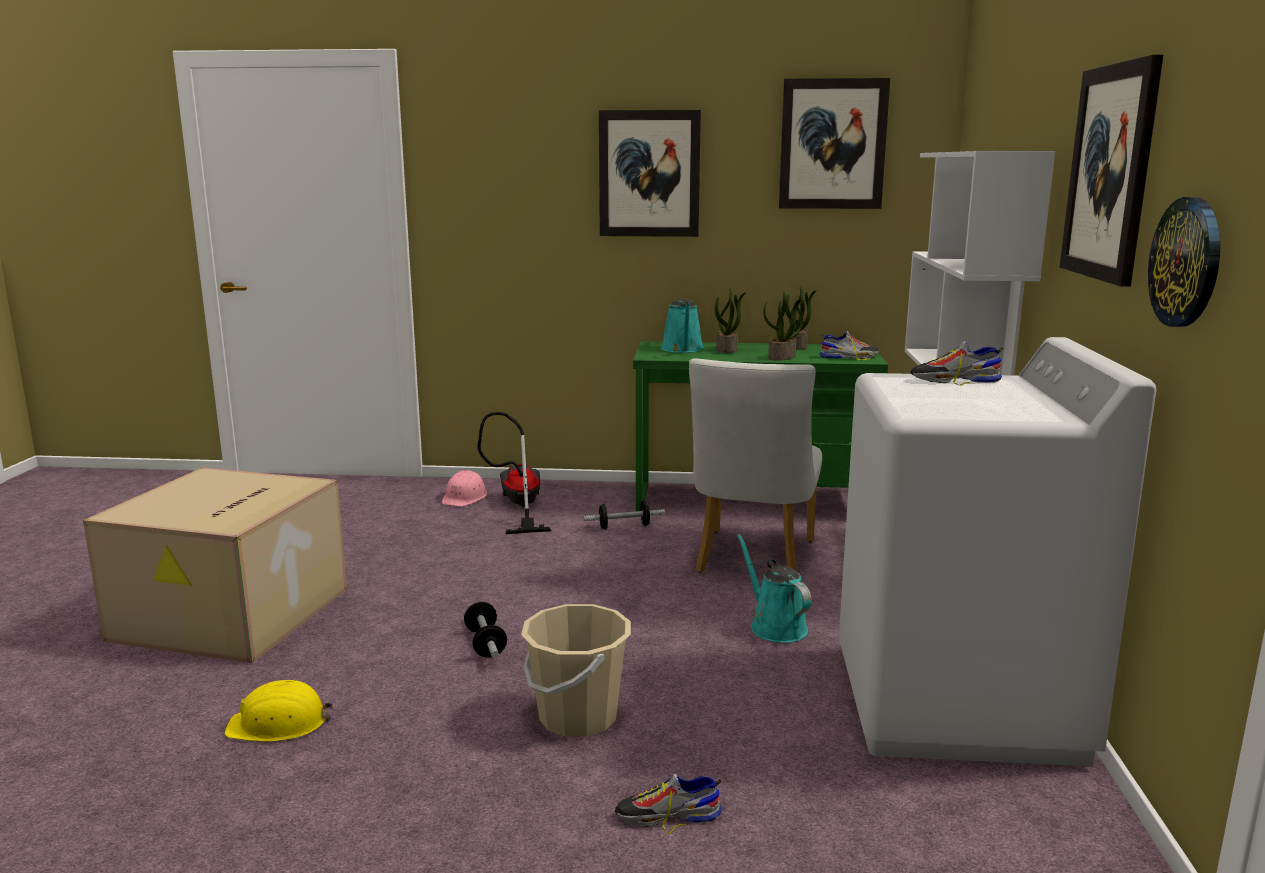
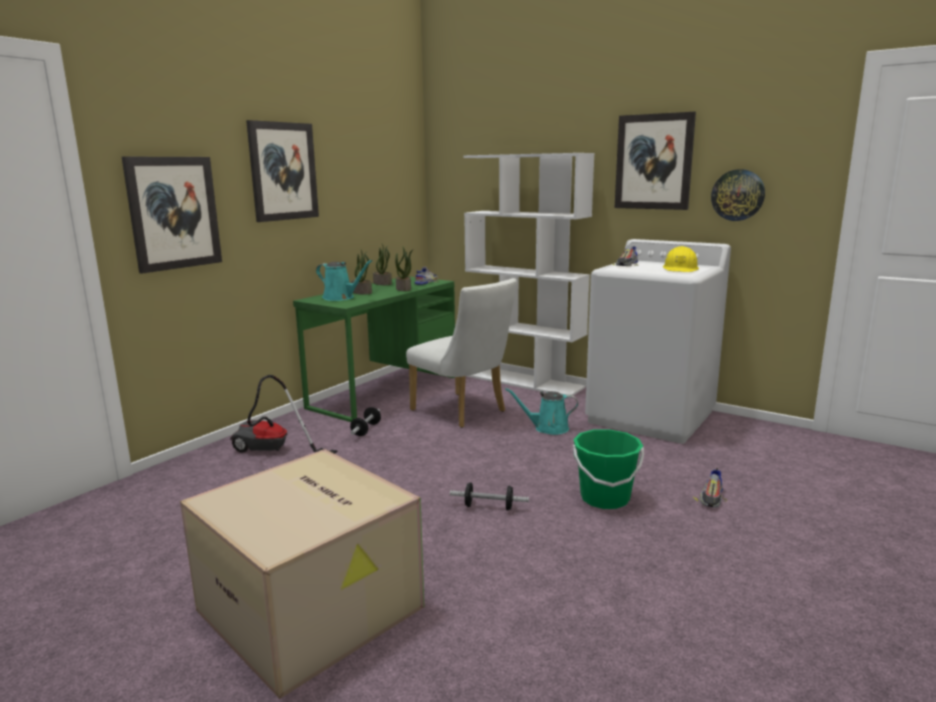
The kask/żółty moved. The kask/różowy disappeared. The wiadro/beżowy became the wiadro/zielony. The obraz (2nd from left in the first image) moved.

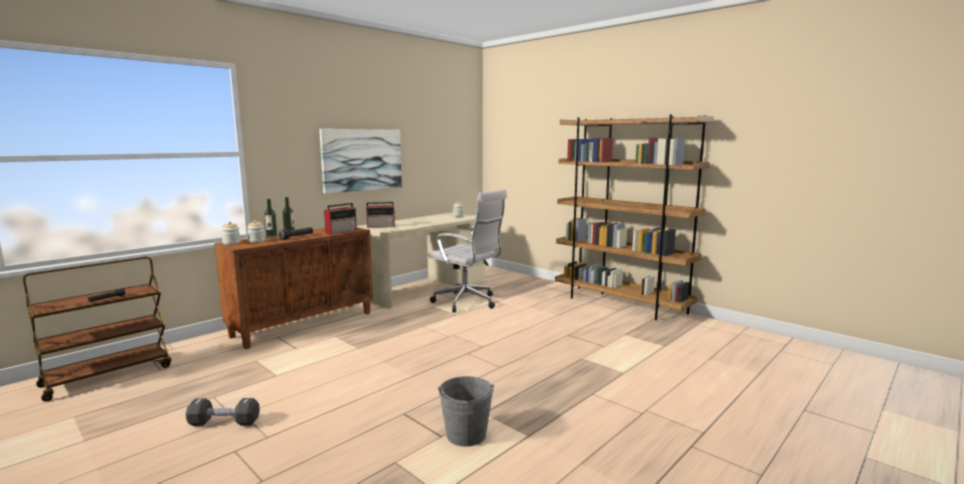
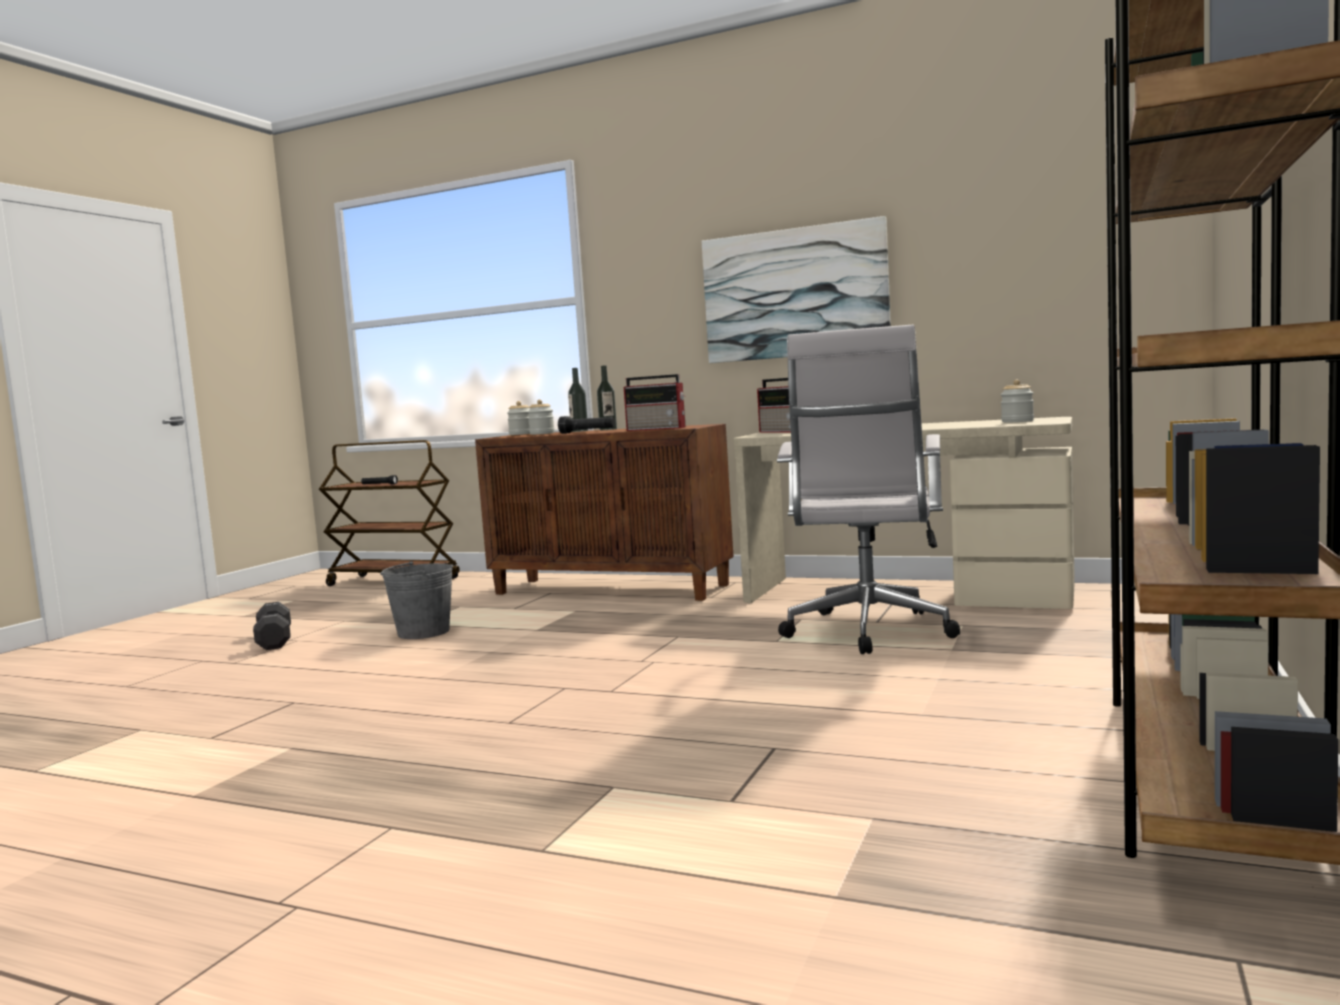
The wiadro/szary moved.

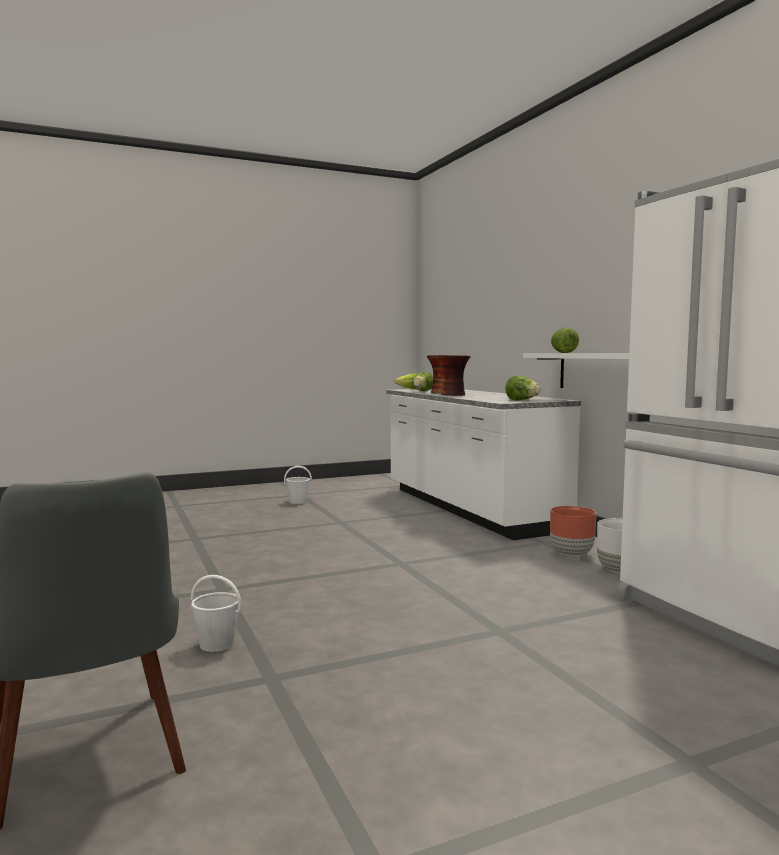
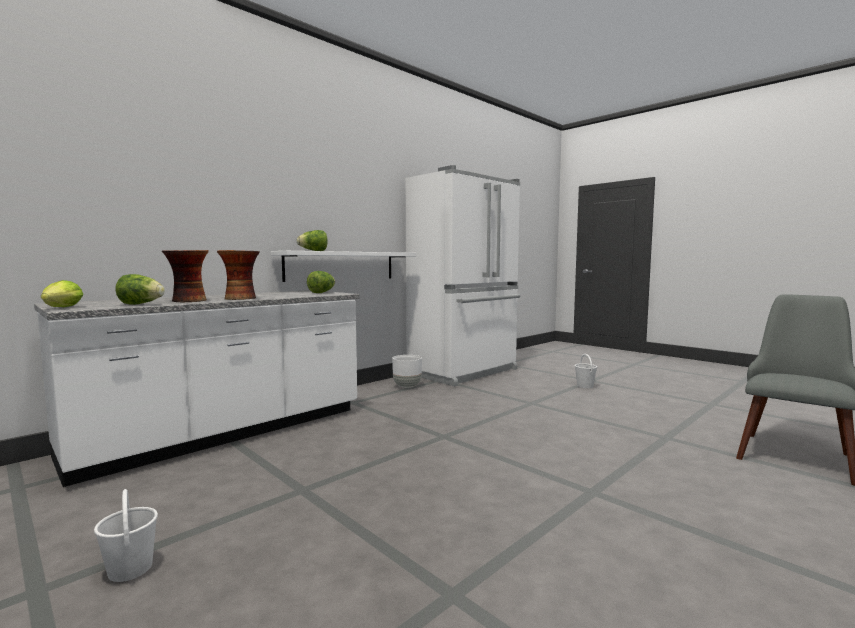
The wiadro/biały (1st from left in the first image) moved. The donica/brązowy disappeared.

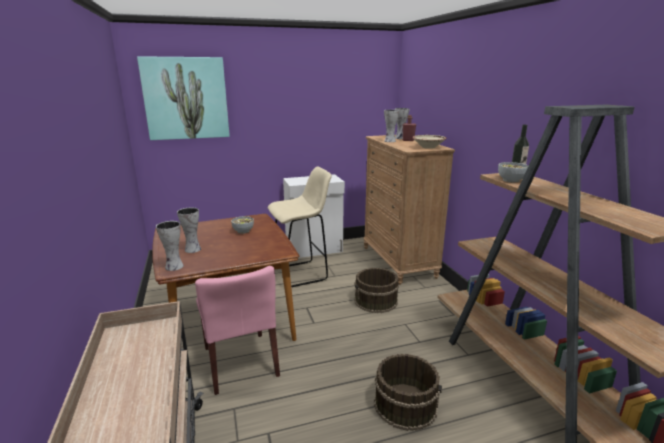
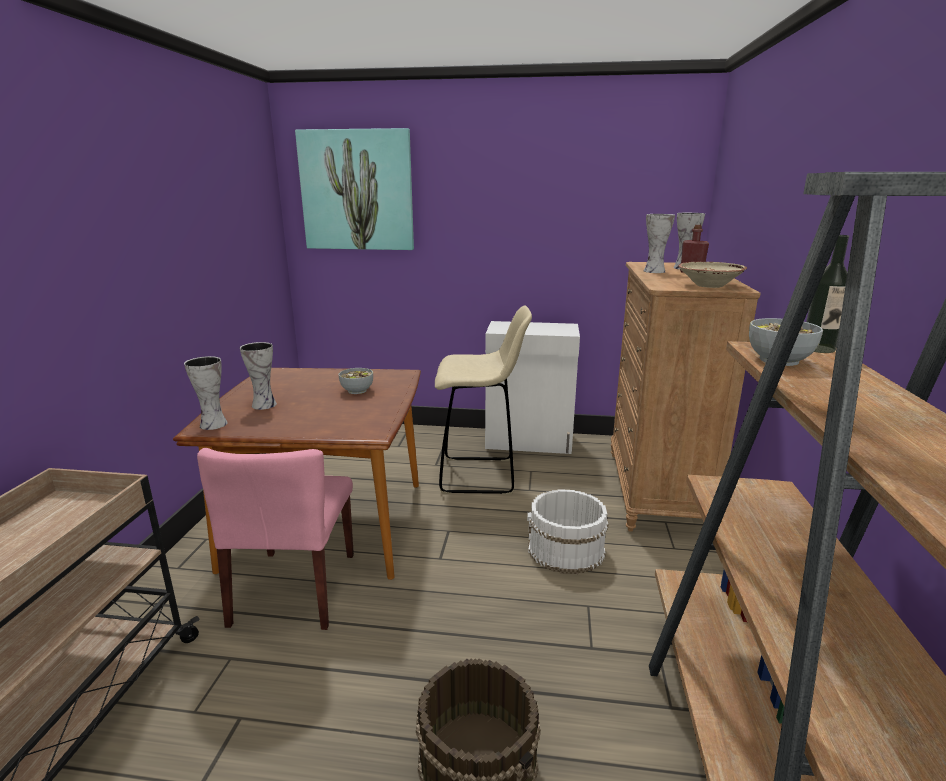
The wiadro/brązowy (1st from left) became the wiadro/biały.

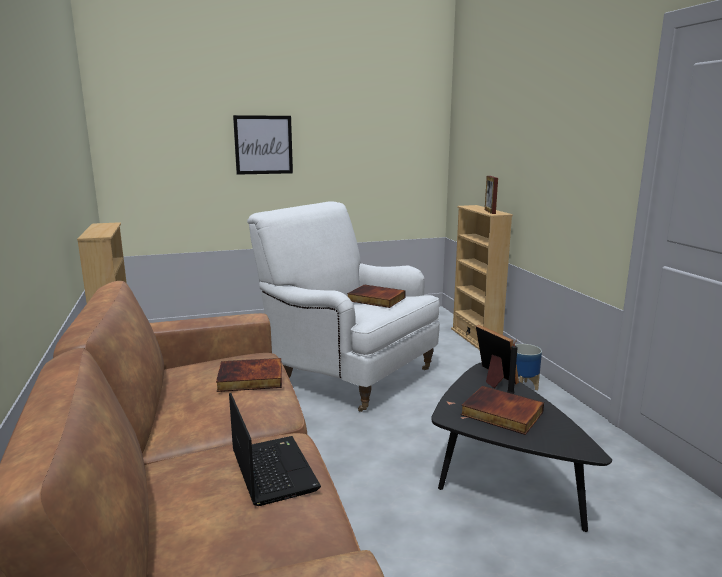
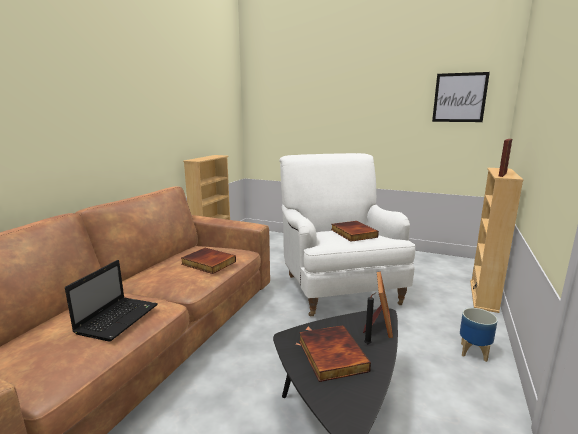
The obraz moved.

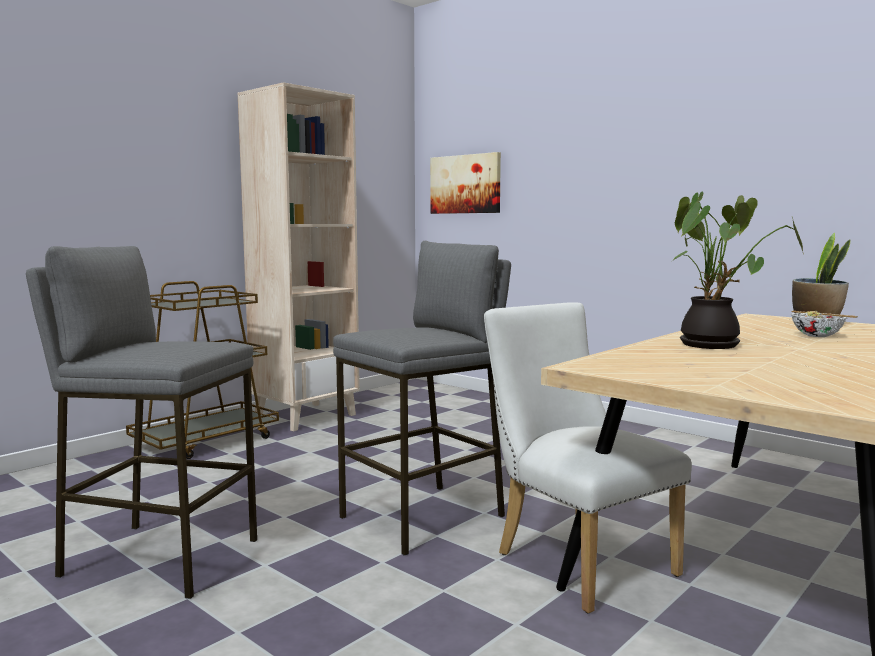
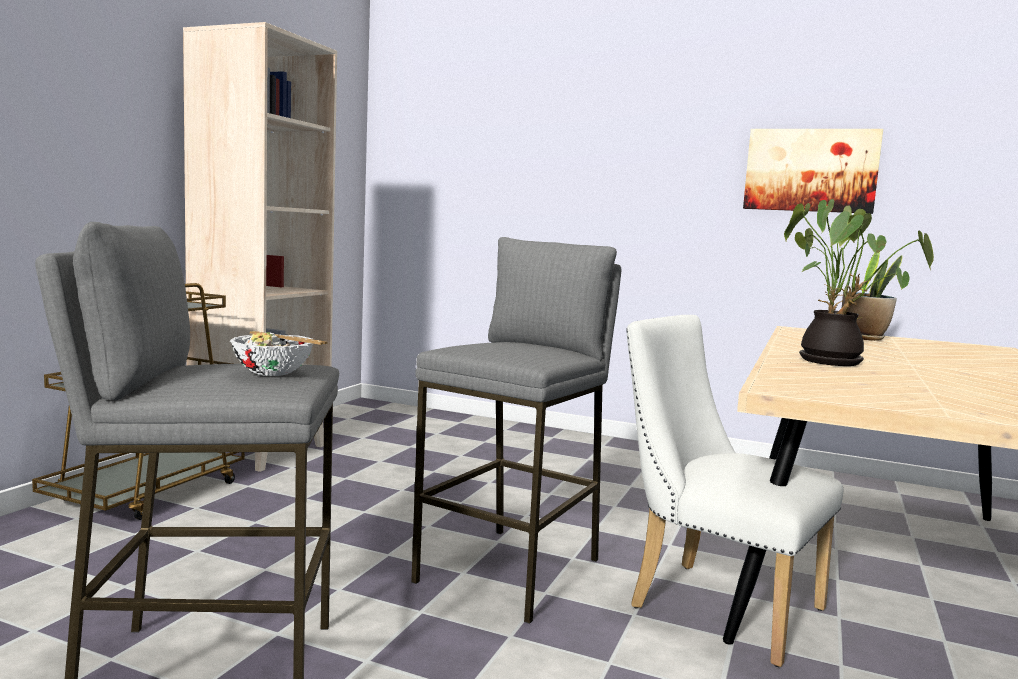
The obraz moved. The miska moved.

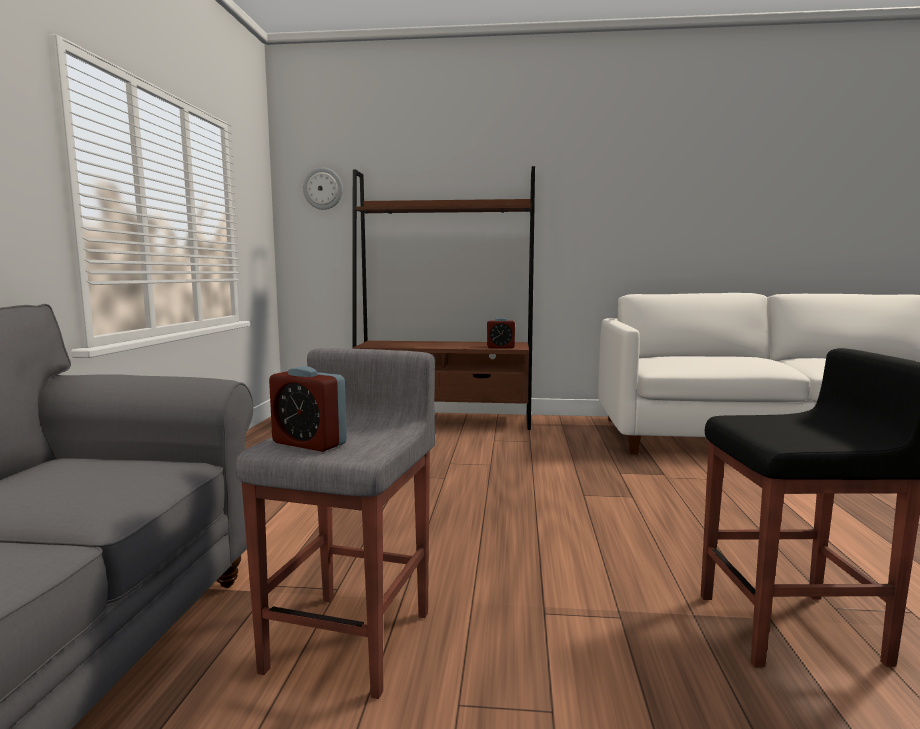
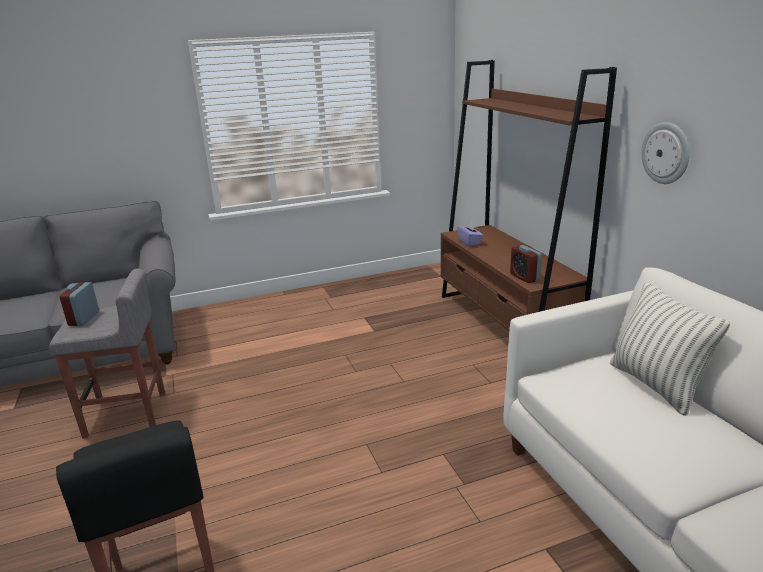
The zegar ścienny moved. The pudełko chusteczek/fioletowy appeared. The poduszka appeared.

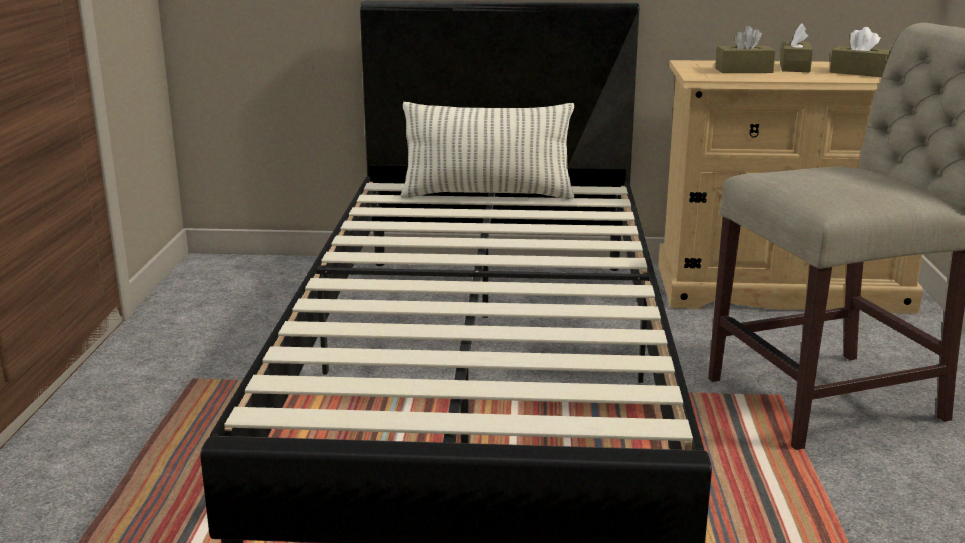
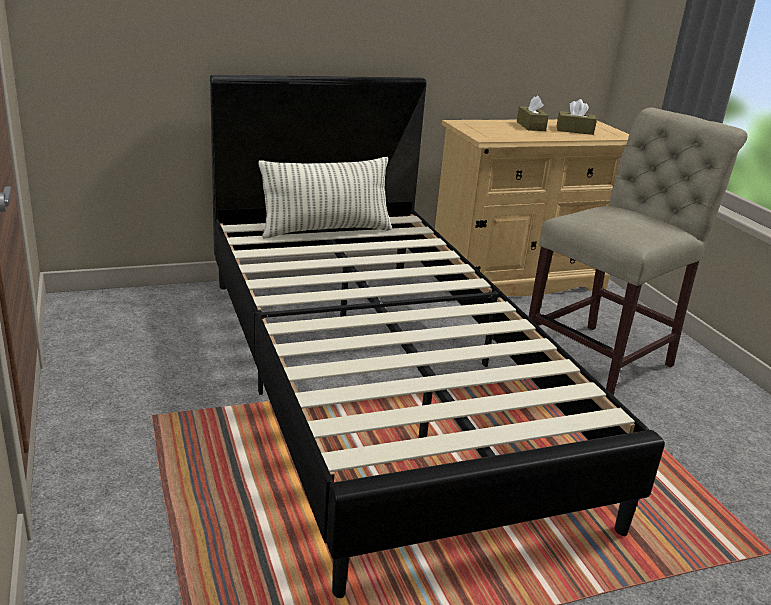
The pudełko chusteczek/brązowy (1st from left) disappeared.

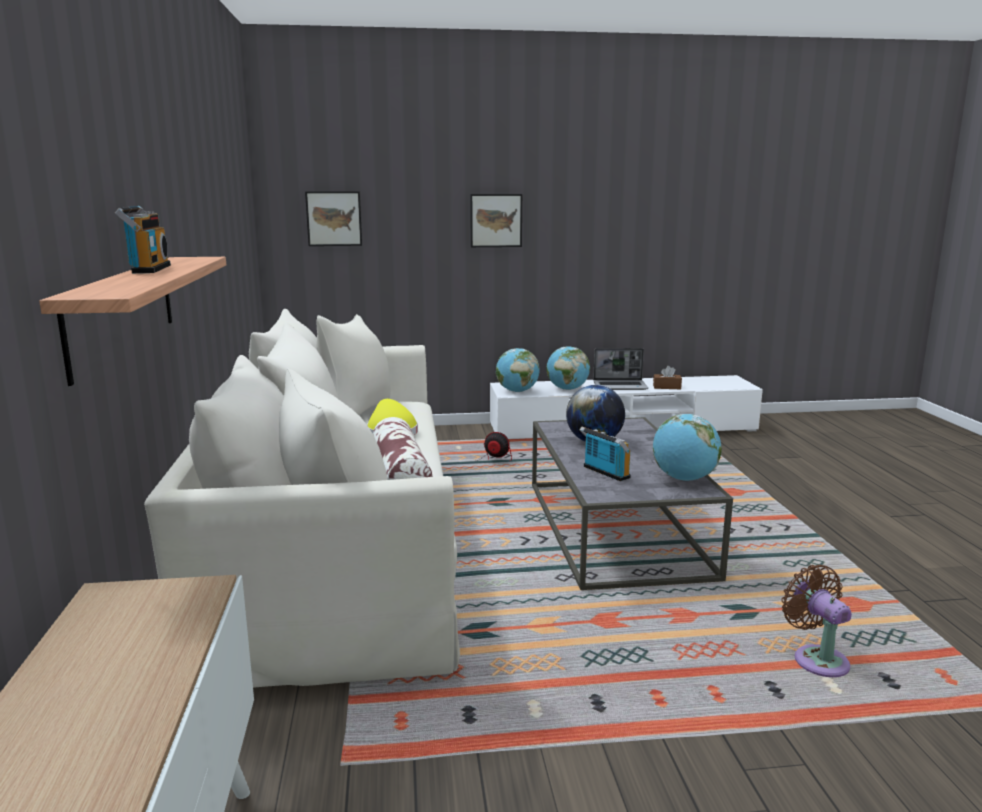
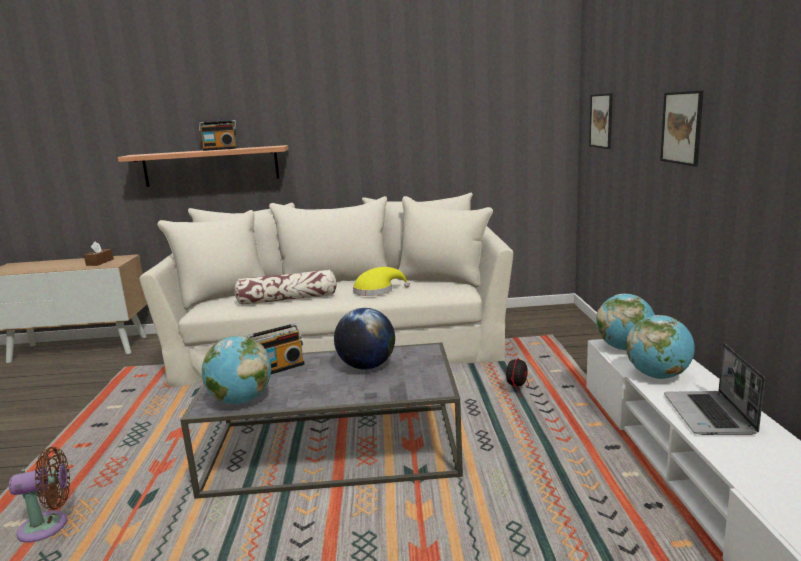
The pudełko chusteczek/brązowy moved.

